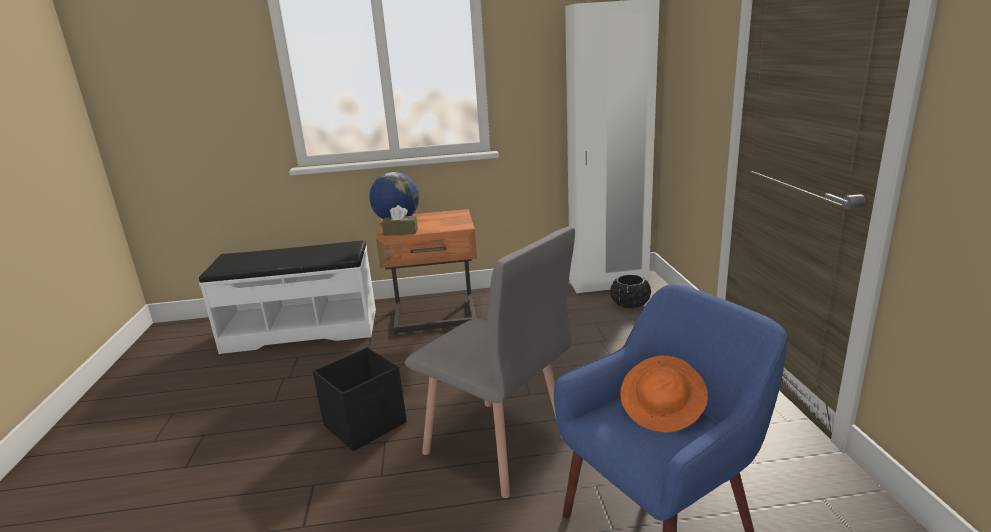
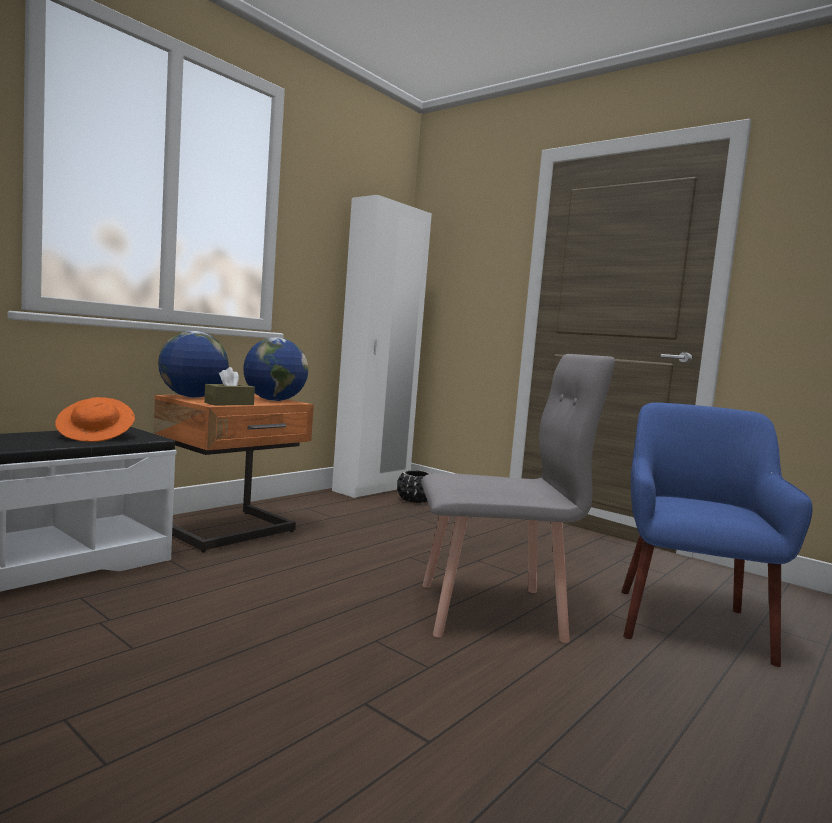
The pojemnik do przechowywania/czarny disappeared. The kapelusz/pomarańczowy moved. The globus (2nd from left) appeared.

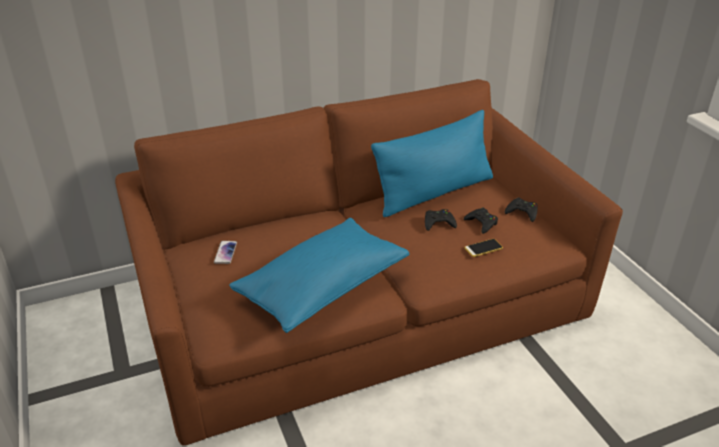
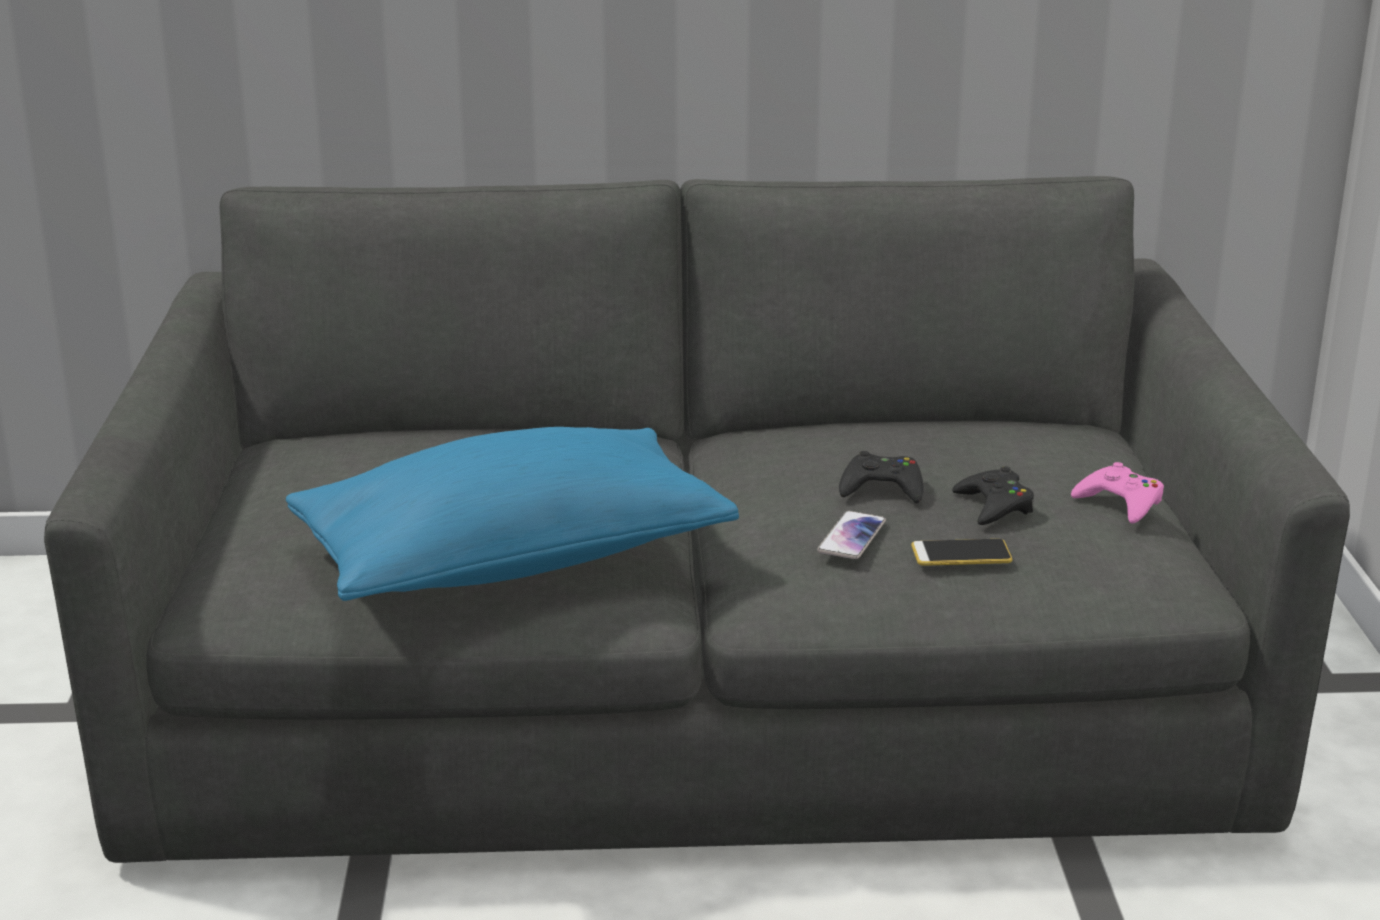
The kanapa/brązowy became the kanapa/szary. The telefon (1st from left) moved. The poduszka/niebieski (2nd from left) disappeared. The pad do gier/czarny (3rd from left) became the pad do gier/różowy.

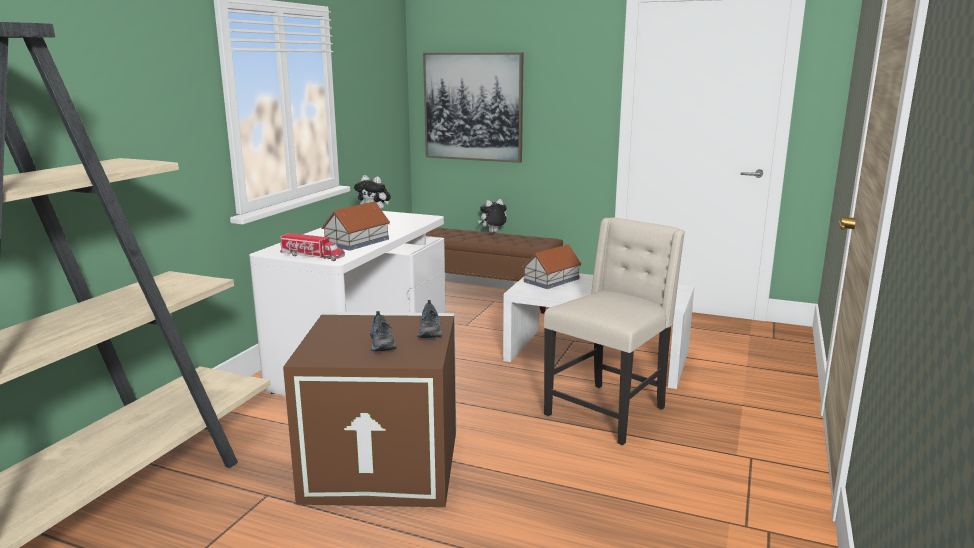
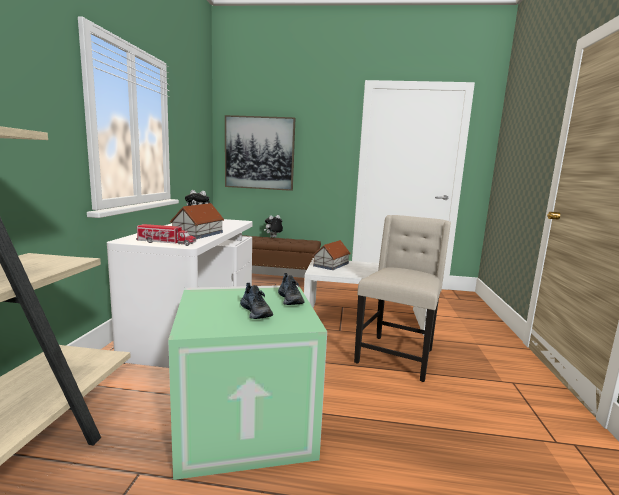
The pojemnik do przechowywania/brązowy became the pojemnik do przechowywania/zielony.

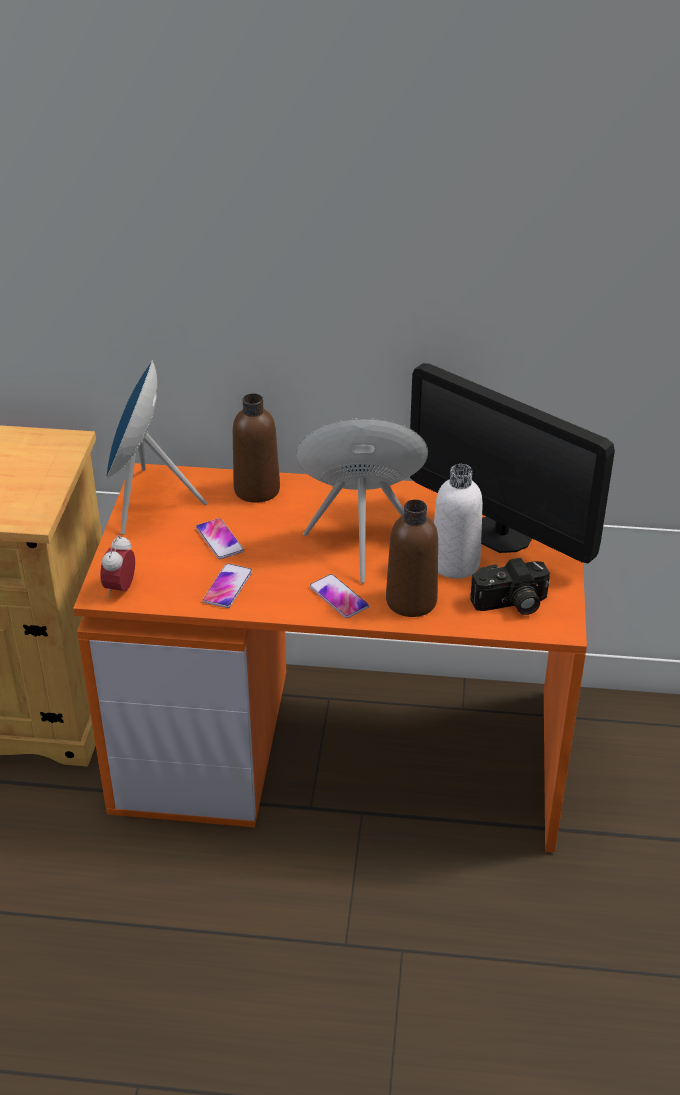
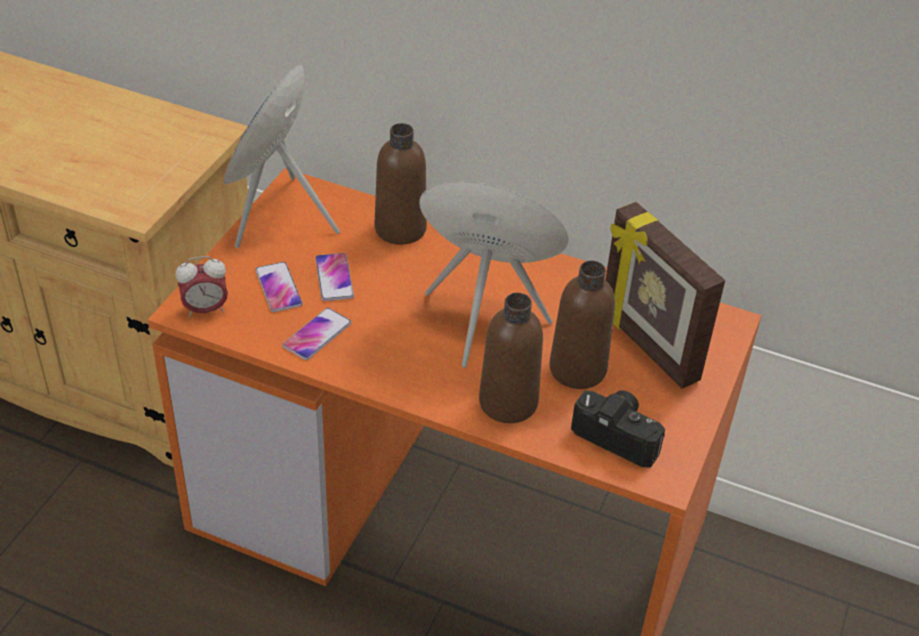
The budzik turned 135 degrees counterclockwise. The telefon (3rd from left in the first image) moved. The monitor was replaced by the ramka na zdjęcie. The butelka/biały became the butelka/brązowy (3rd from left). The aparat fotograficzny turned 150 degrees counterclockwise.

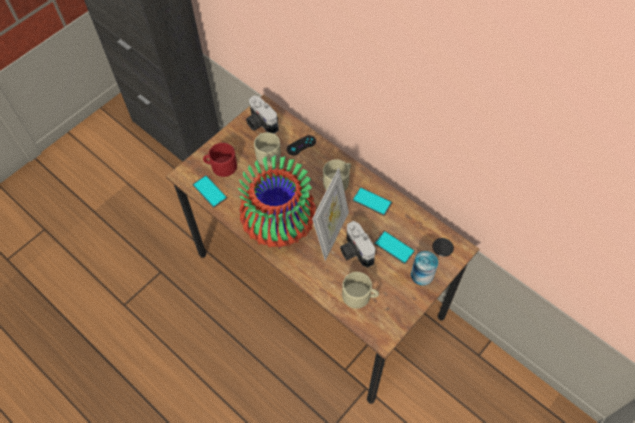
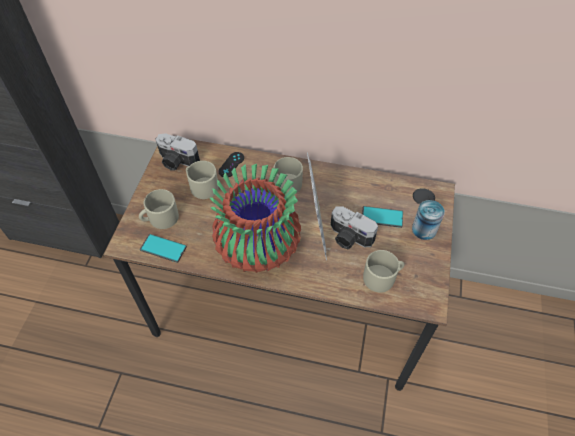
The kubek/czerwony became the kubek/beżowy (1st from left). The telefon (2nd from left) disappeared.

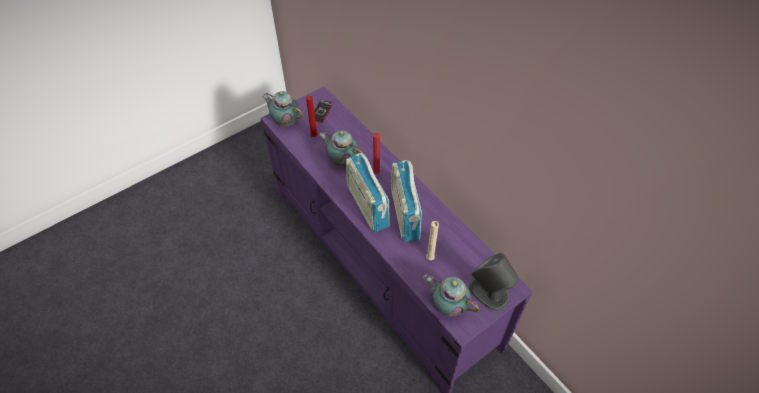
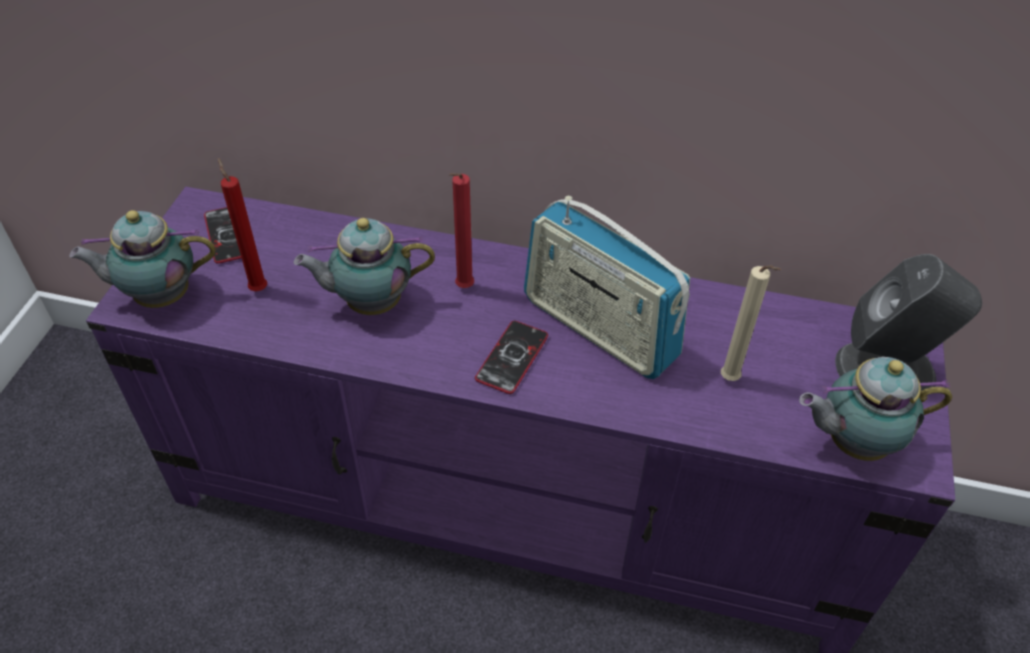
The radio (1st from left) was replaced by the telefon (2nd from left).

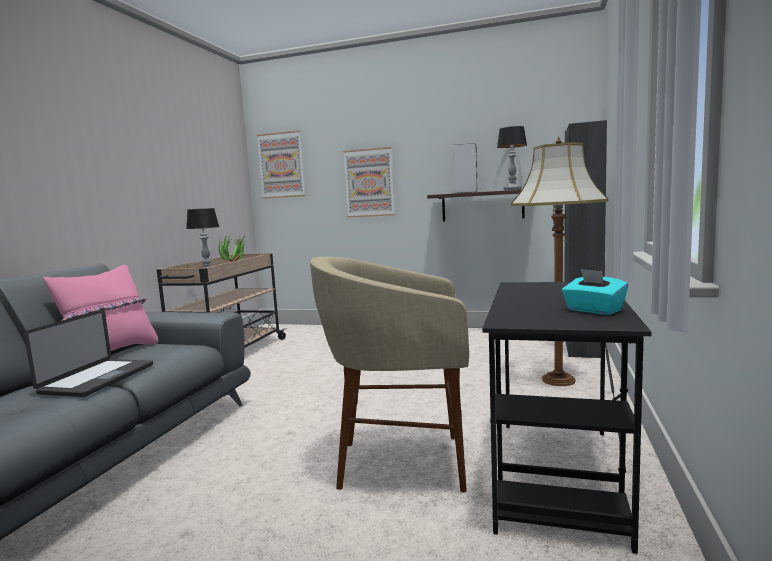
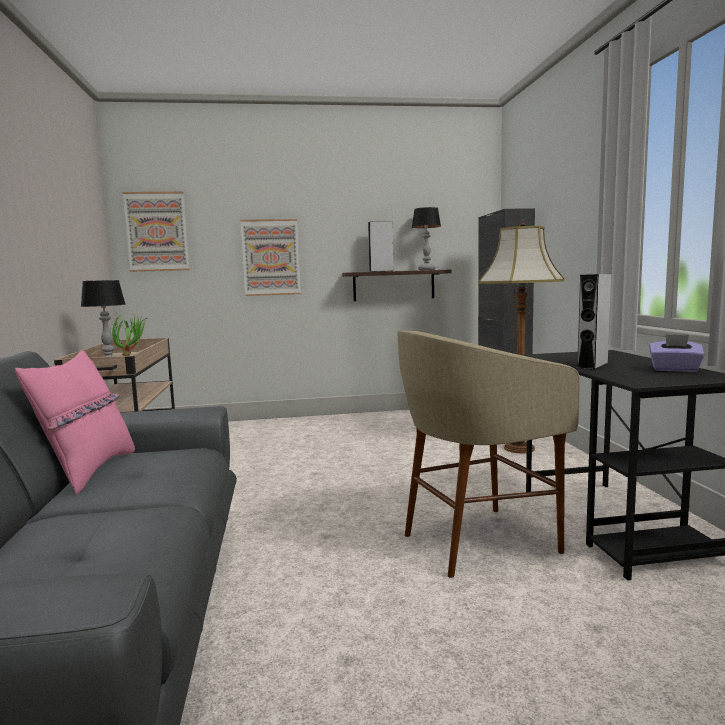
The laptop disappeared. The pudełko chusteczek/turkusowy became the pudełko chusteczek/fioletowy. The głośnik/szary (2nd from left) appeared.

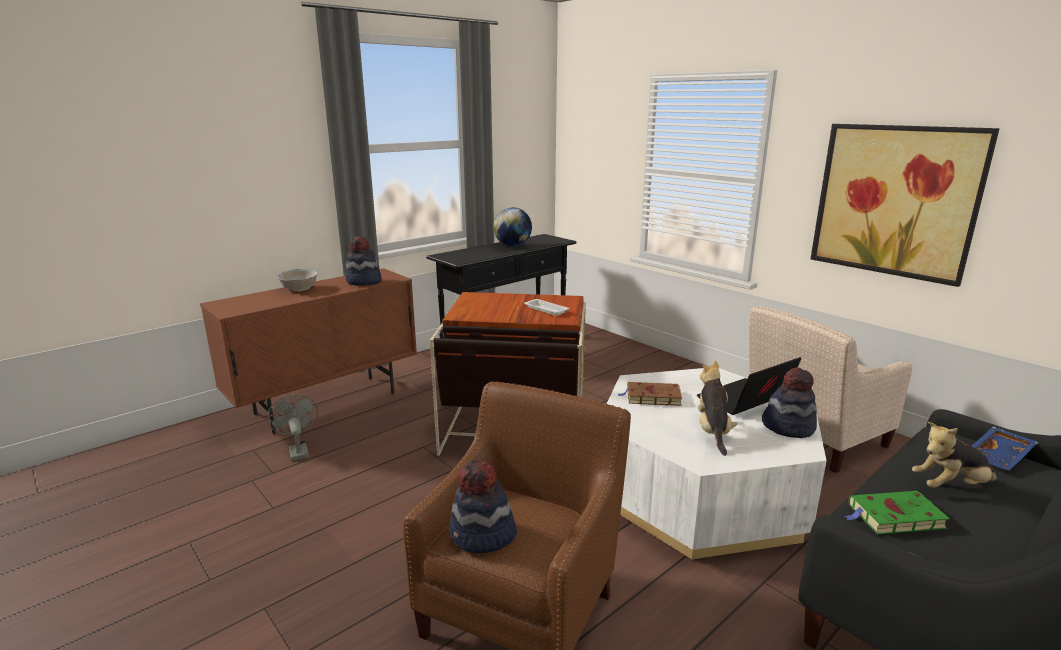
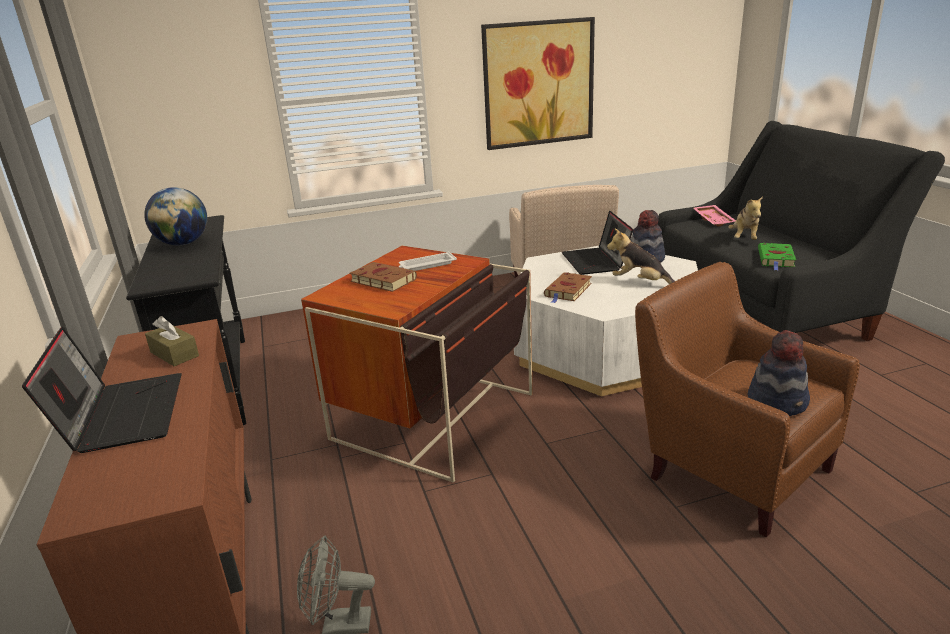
The miska/biały was replaced by the laptop (1st from left). The kapelusz (1st from left) was replaced by the pudełko chusteczek/brązowy. The taca/niebieski became the taca/różowy. The książka/brązowy (1st from left) appeared.

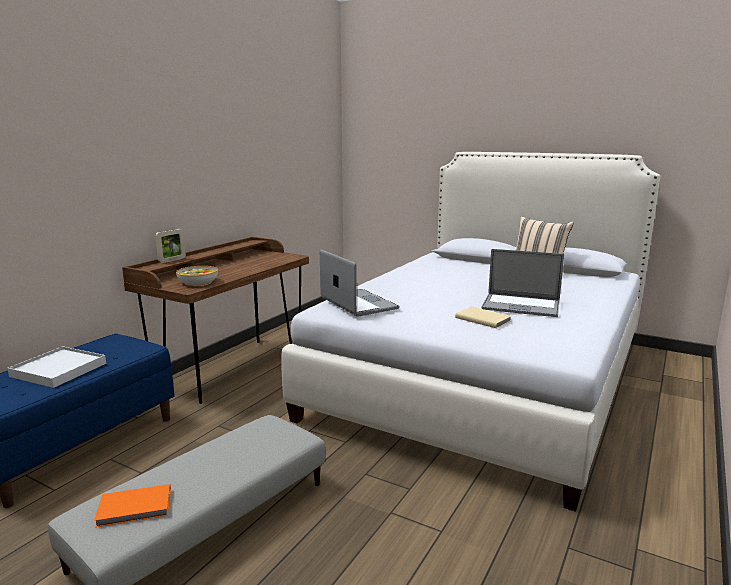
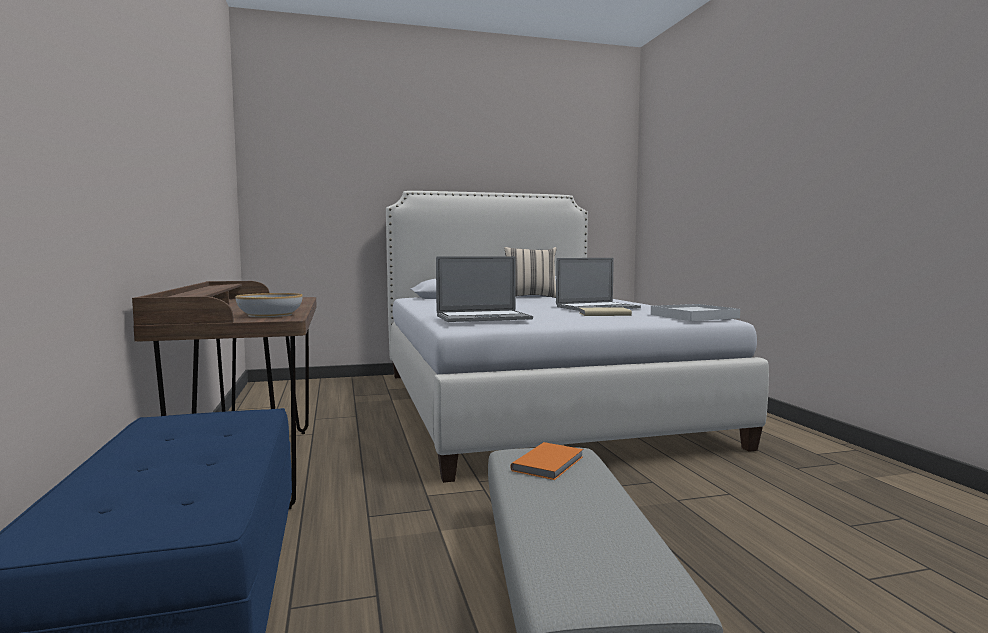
The taca/biały moved. The książka/pomarańczowy moved. The ramka na zdjęcie disappeared. The laptop (1st from left) turned 150 degrees clockwise.

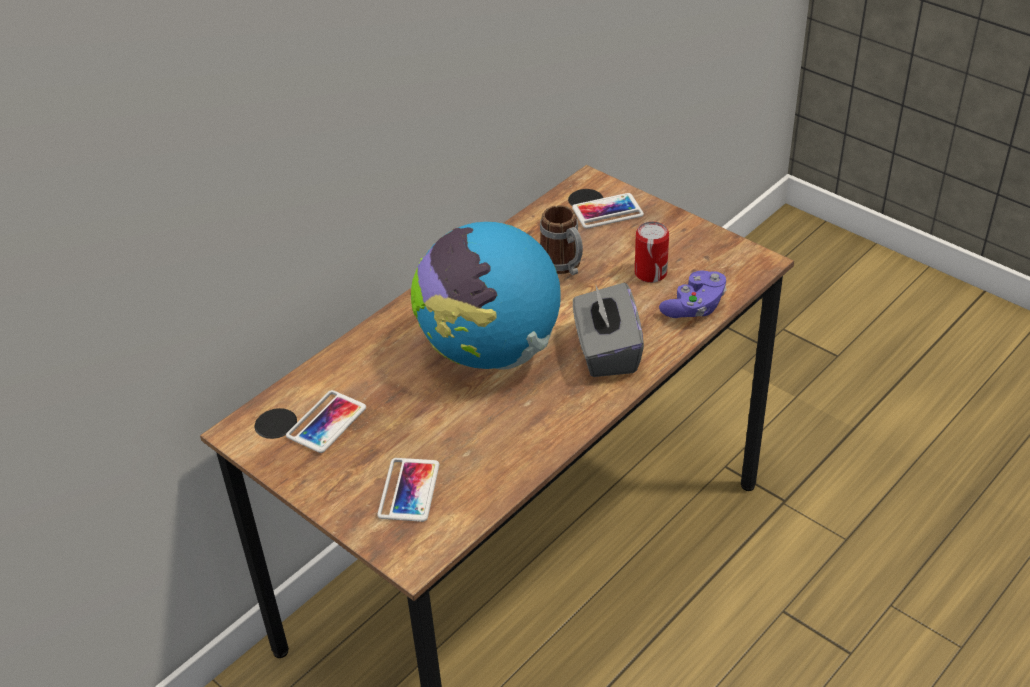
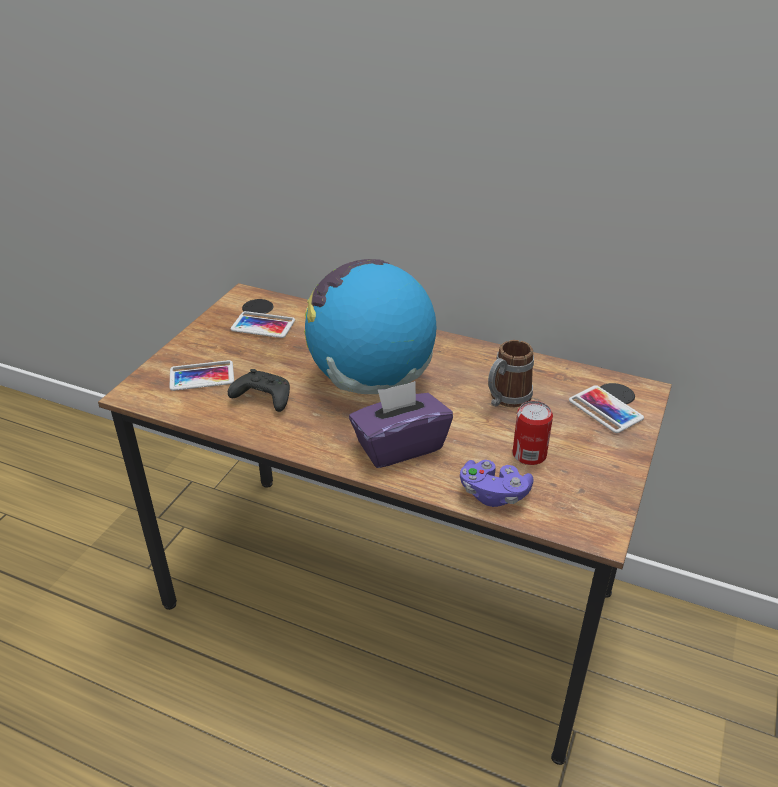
The pudełko chusteczek/szary became the pudełko chusteczek/fioletowy. The pad do gier/czarny appeared.

